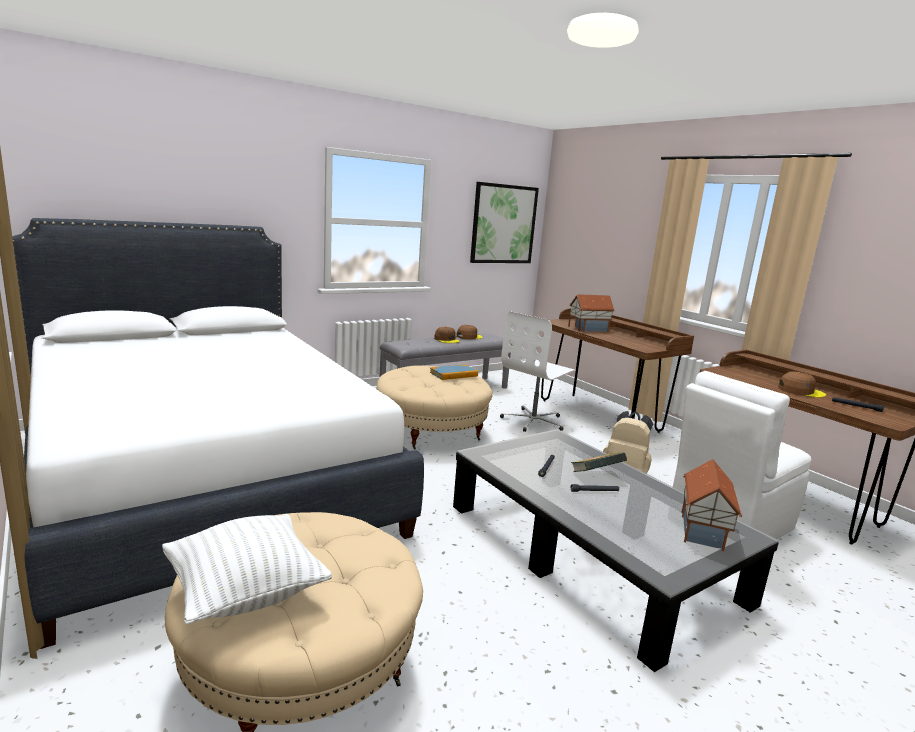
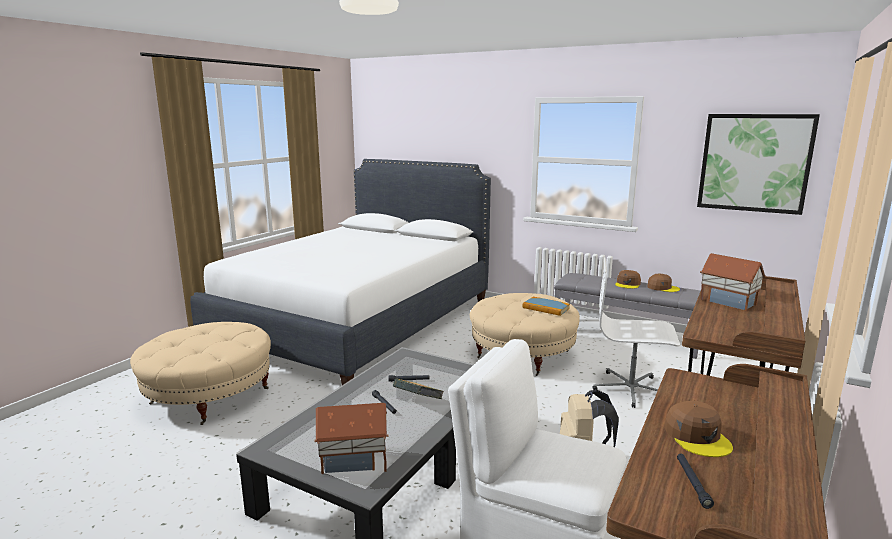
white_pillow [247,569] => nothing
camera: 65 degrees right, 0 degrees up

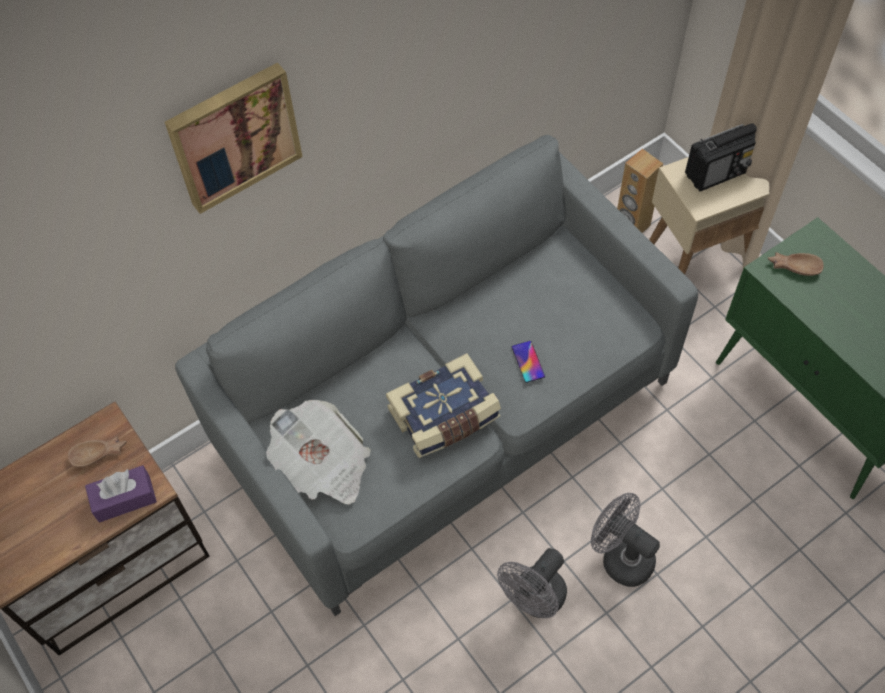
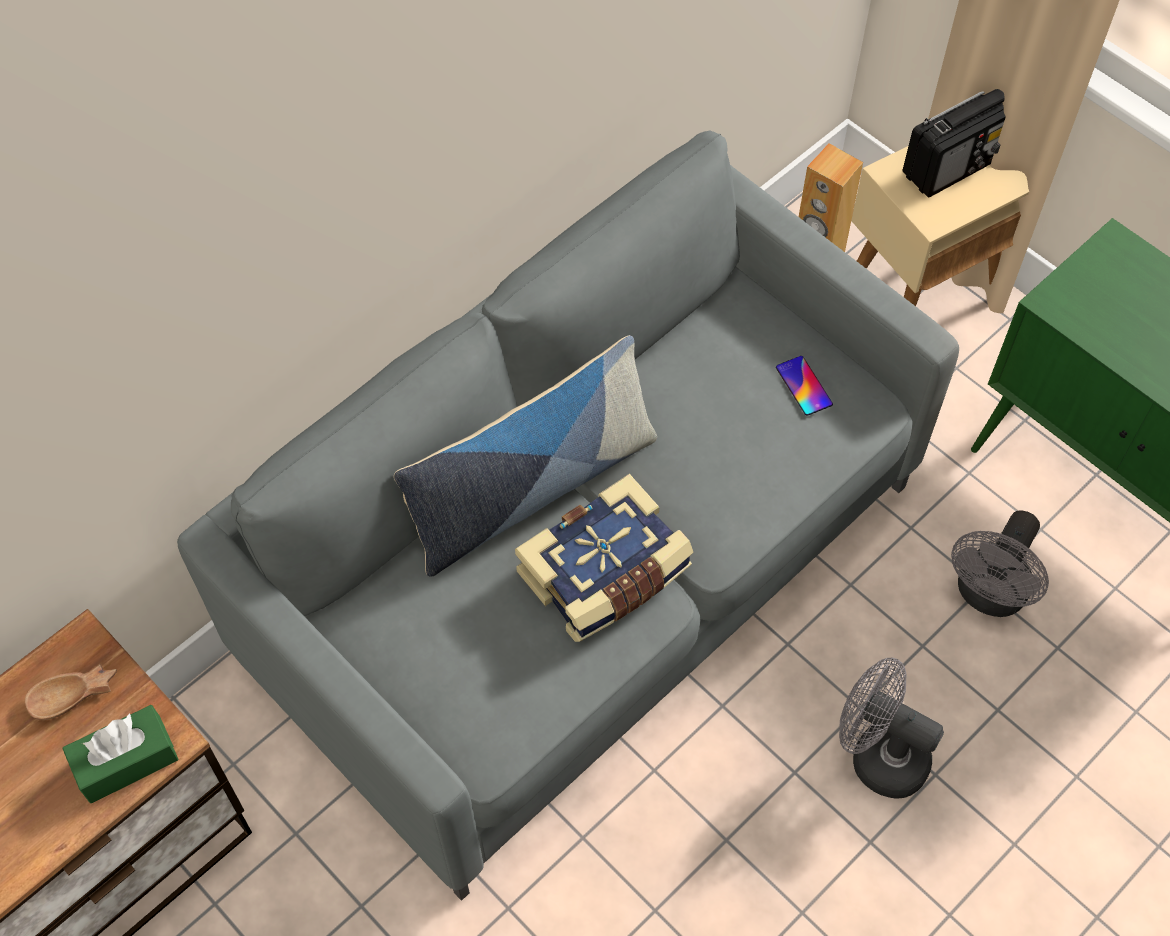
picture [234,138] => nothing
newspaper [318,452] => nothing
brown_bowl [795,264] => nothing
nothing => pillow [525,456]
grey_fan [532,583] => grey_fan [1000,563], move
phone [528,362] => phone [804,386], move
purple_tissue_box [121,494] => green_tissue_box [120,754]
camera: 10 degrees left, 0 degrees up

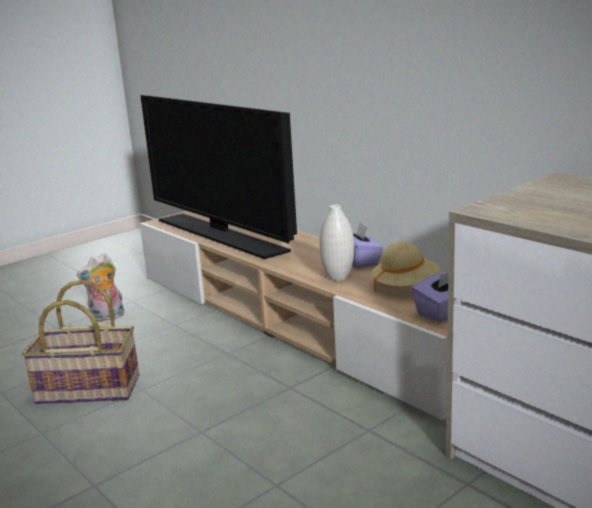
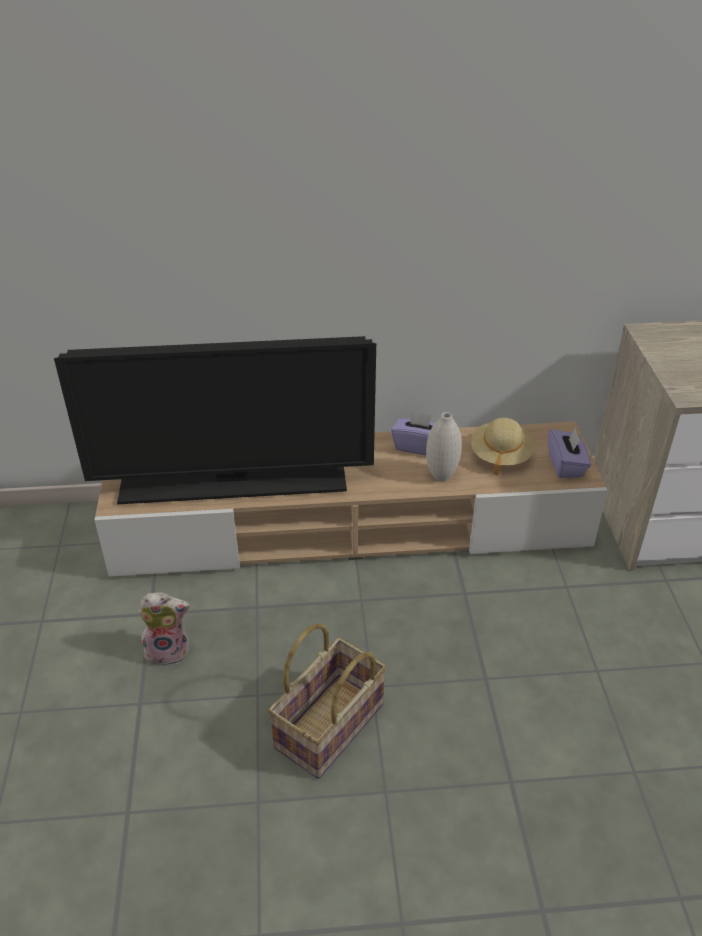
plush_toy [101,287] => plush_toy [164,629], 105 degrees counterclockwise
camera: 55 degrees left, 20 degrees up

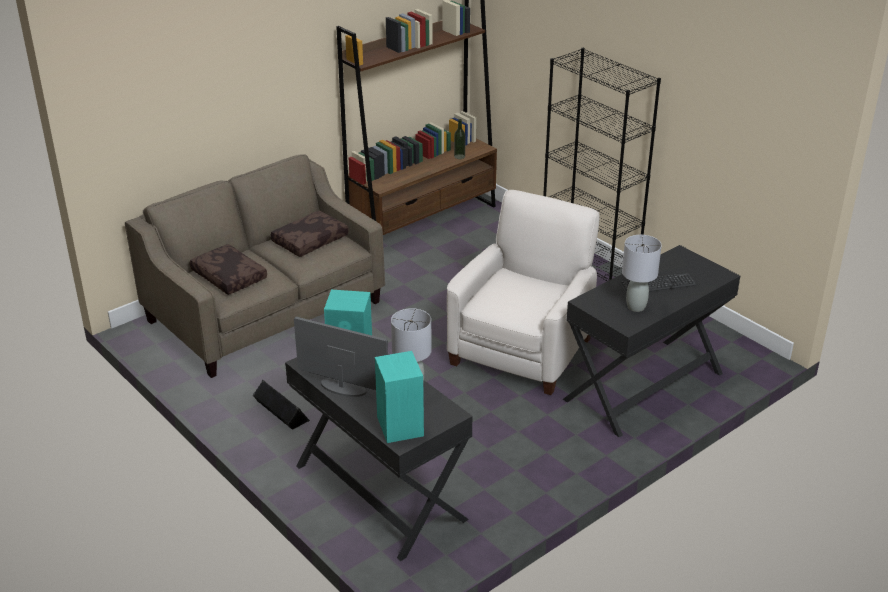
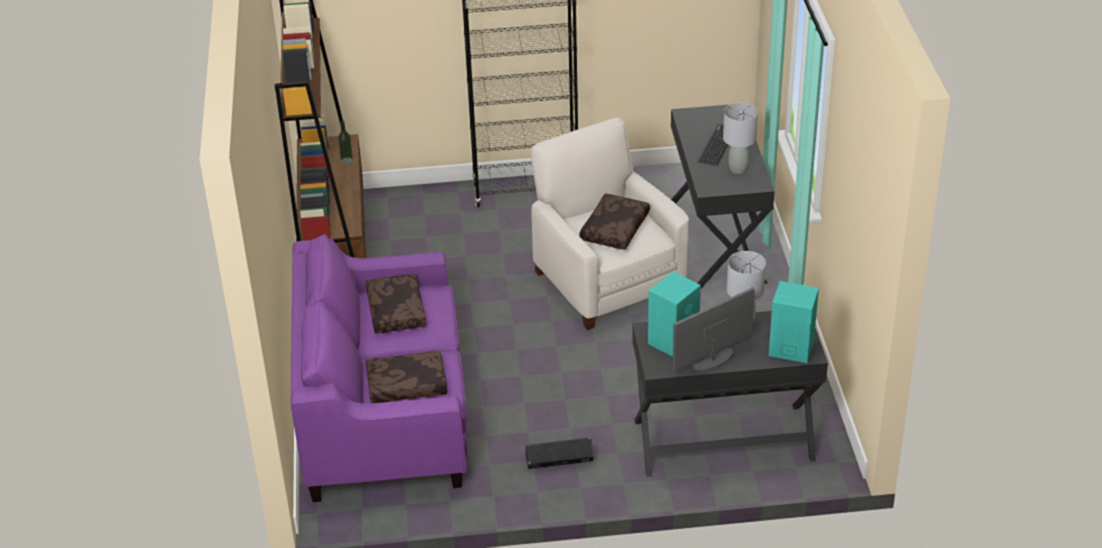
nothing => brown_pillow [614,222]
beige_sofa [255,266] => purple_sofa [379,368]
camera: 55 degrees left, 5 degrees up

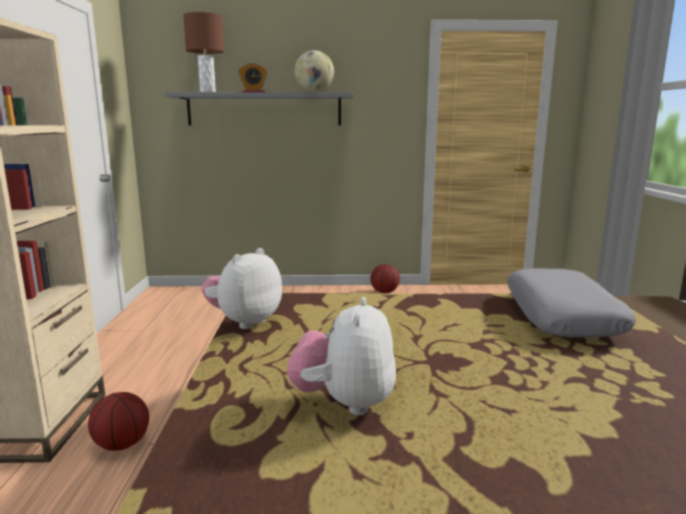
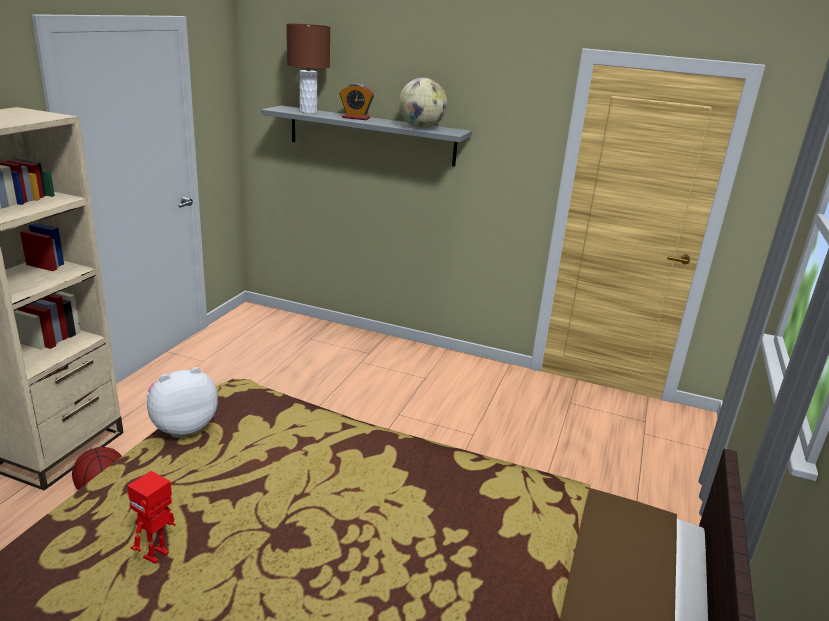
basketball [385,278] => nothing
grey_pillow [571,302] => nothing
plush_toy [341,356] => toy_robot [151,517]
camera: 20 degrees right, 10 degrees up

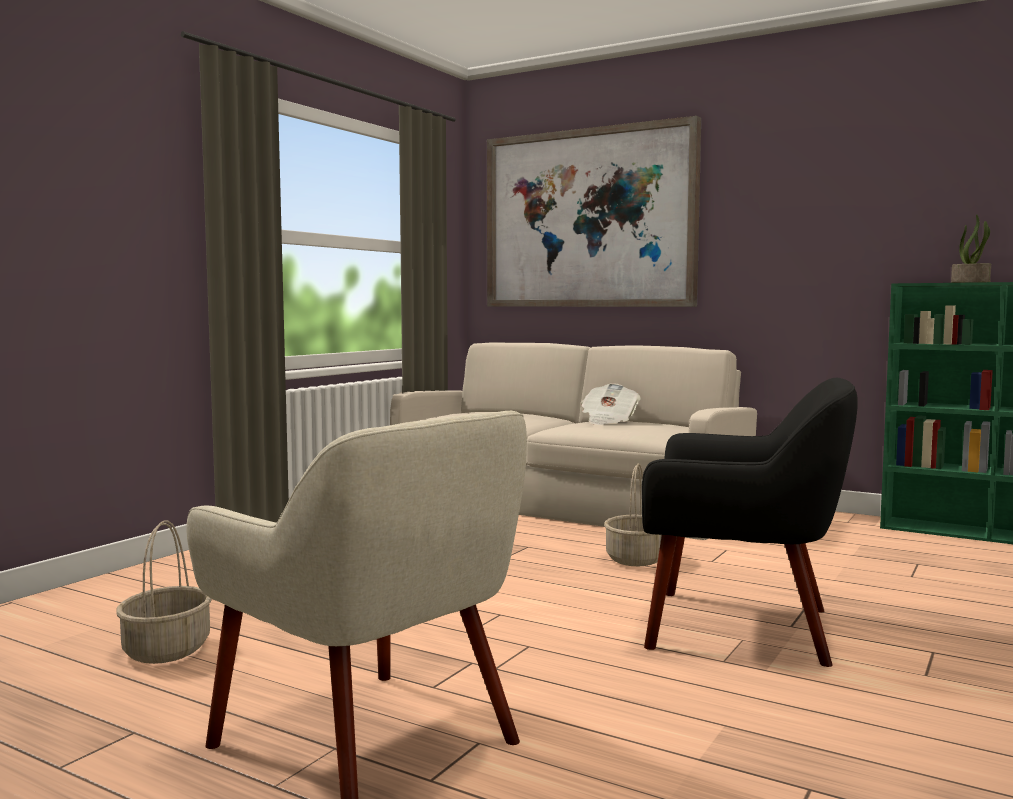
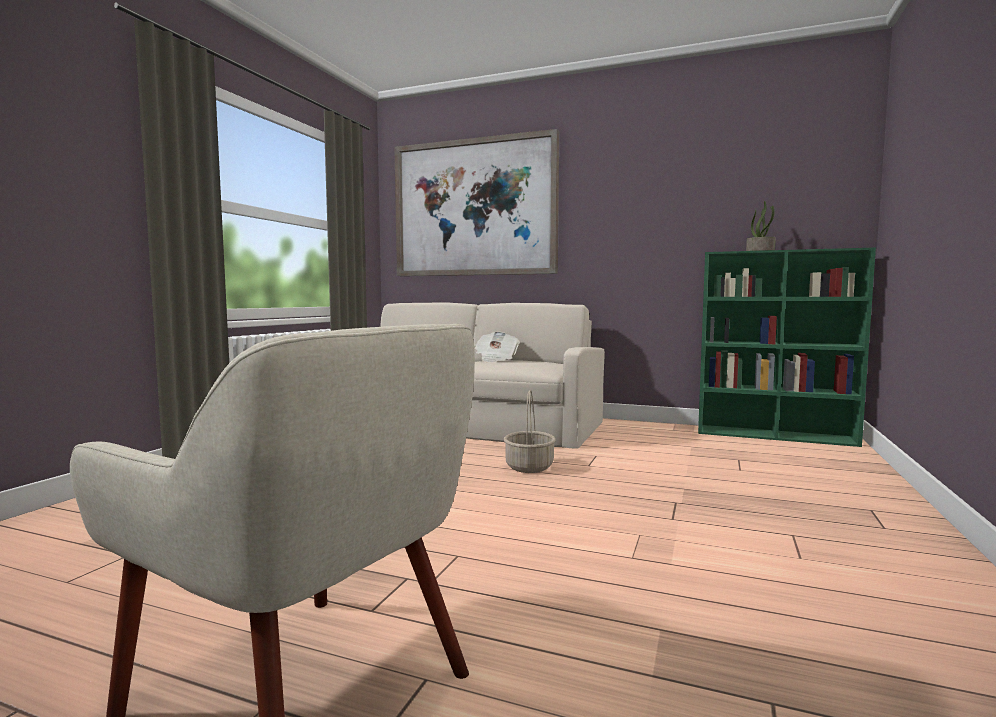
basket [164,592] => nothing
black_armchair [750,522] => nothing
camera: 10 degrees left, 0 degrees up

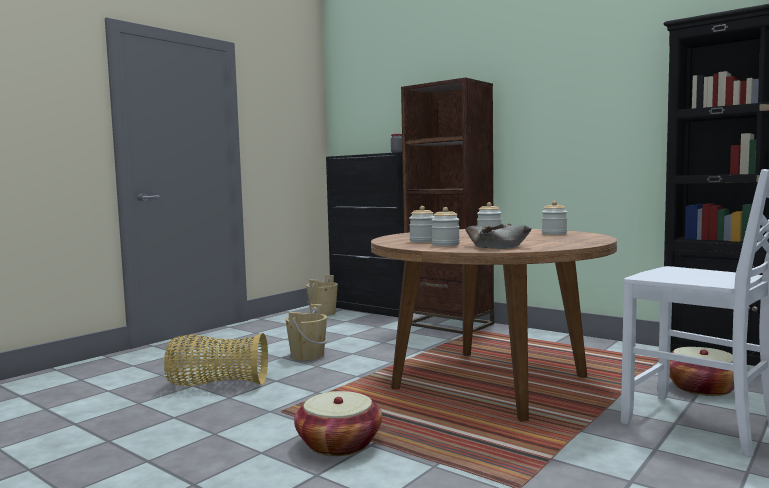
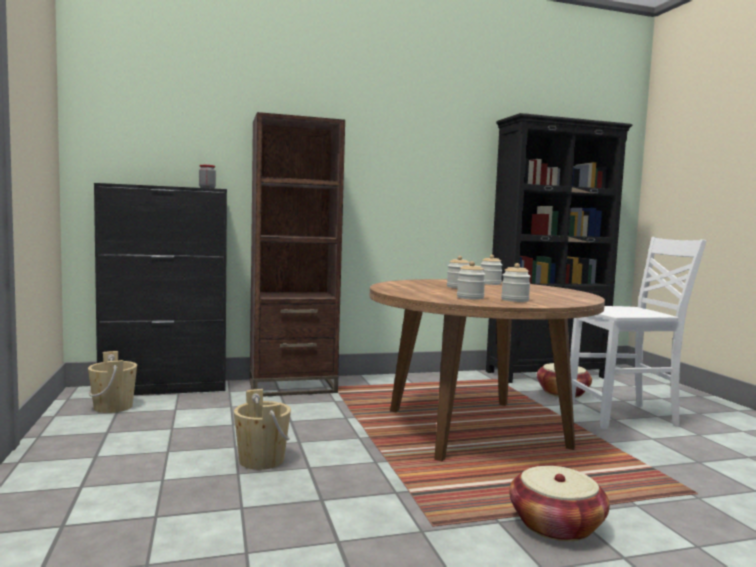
basket [216,359] => nothing
beige_bowl [498,236] => nothing
camera: 55 degrees left, 0 degrees up

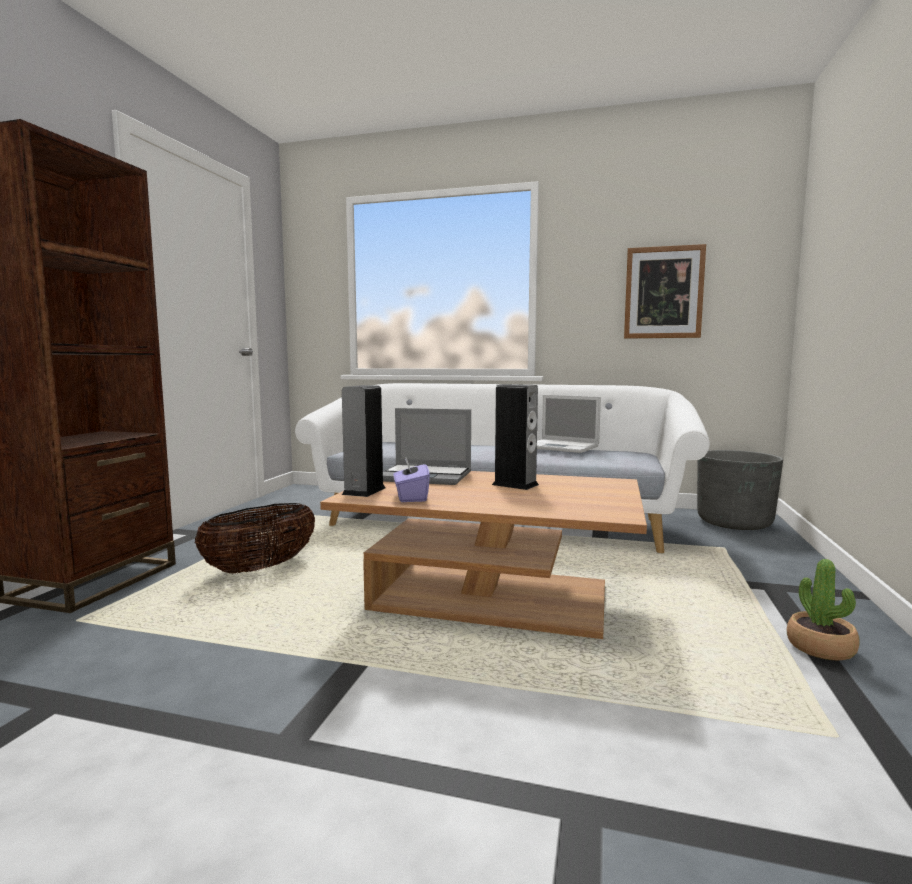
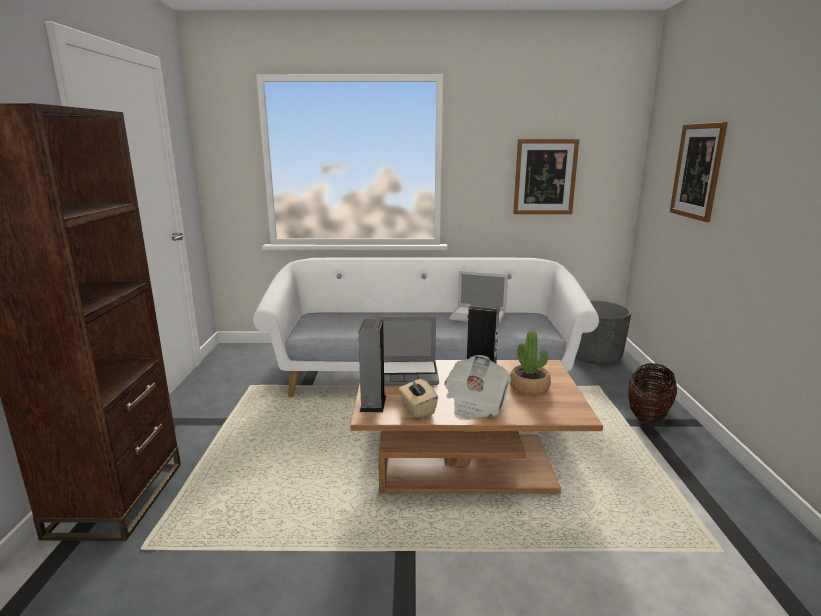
nothing => newspaper [477,387]
nothing => picture [699,172]
basket [255,538] => basket [652,393], move
potted_plant [823,609] => potted_plant [530,363], move
purple_tissue_box [411,479] => beige_tissue_box [418,398]
camera: 15 degrees left, 10 degrees up

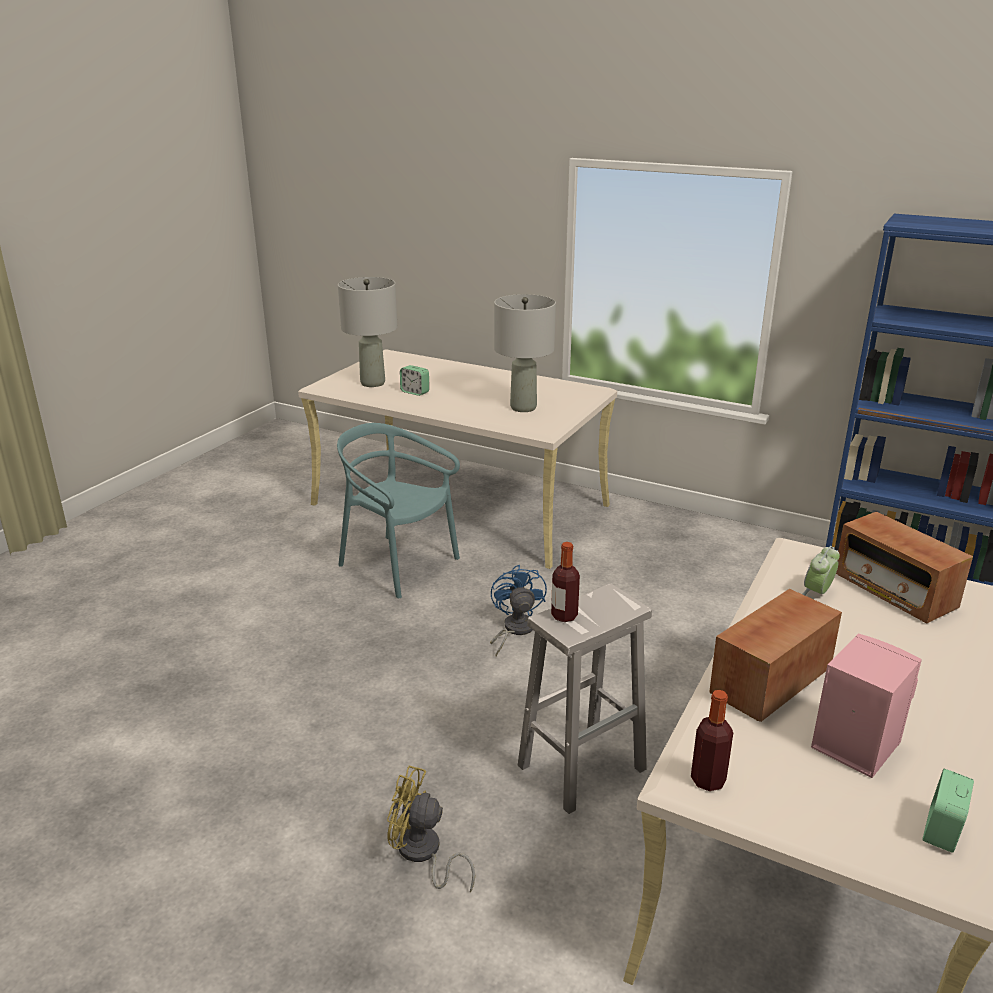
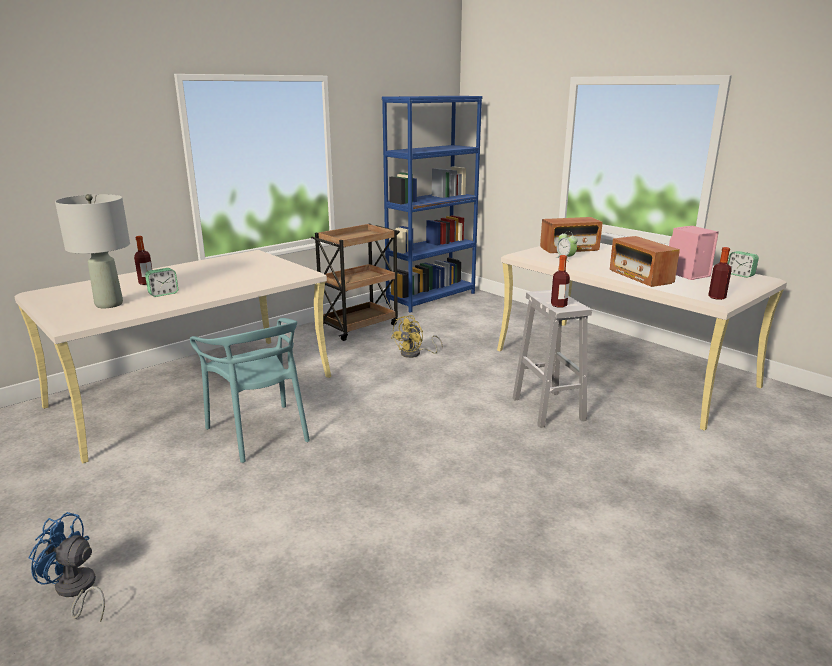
grey_table_lamp [525,353] => nothing
nothing => bottle [143,260]
nothing => brown_cart [355,282]
yellow_fan [431,828] => yellow_fan [417,336], move
blue_fan [518,610] => blue_fan [66,567], move
turquoise_chair [398,510] => turquoise_chair [250,390], 90 degrees counterclockwise
camera: 70 degrees left, 5 degrees down

